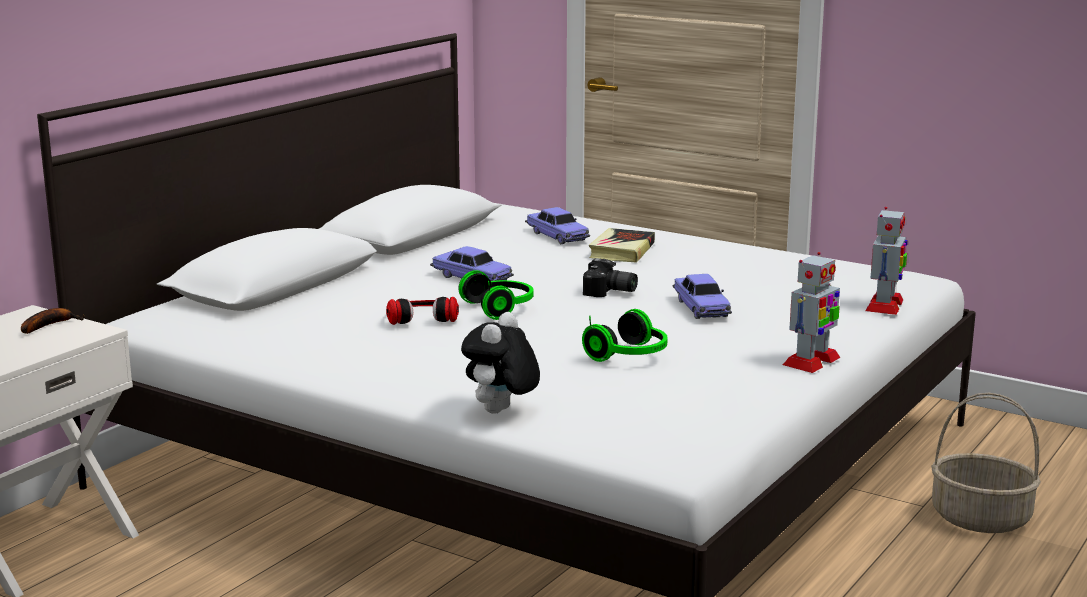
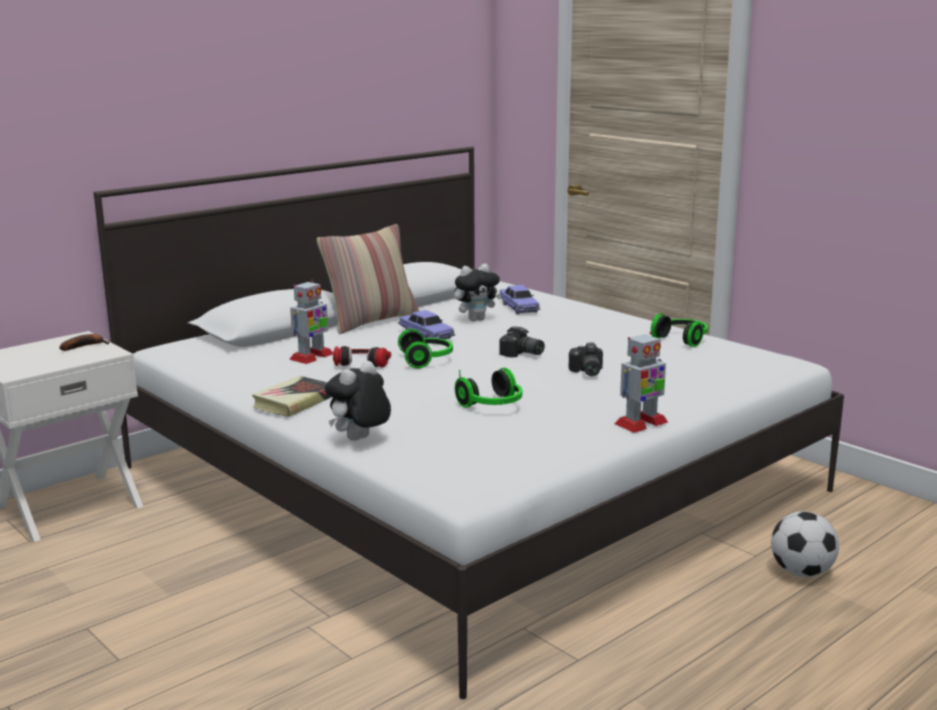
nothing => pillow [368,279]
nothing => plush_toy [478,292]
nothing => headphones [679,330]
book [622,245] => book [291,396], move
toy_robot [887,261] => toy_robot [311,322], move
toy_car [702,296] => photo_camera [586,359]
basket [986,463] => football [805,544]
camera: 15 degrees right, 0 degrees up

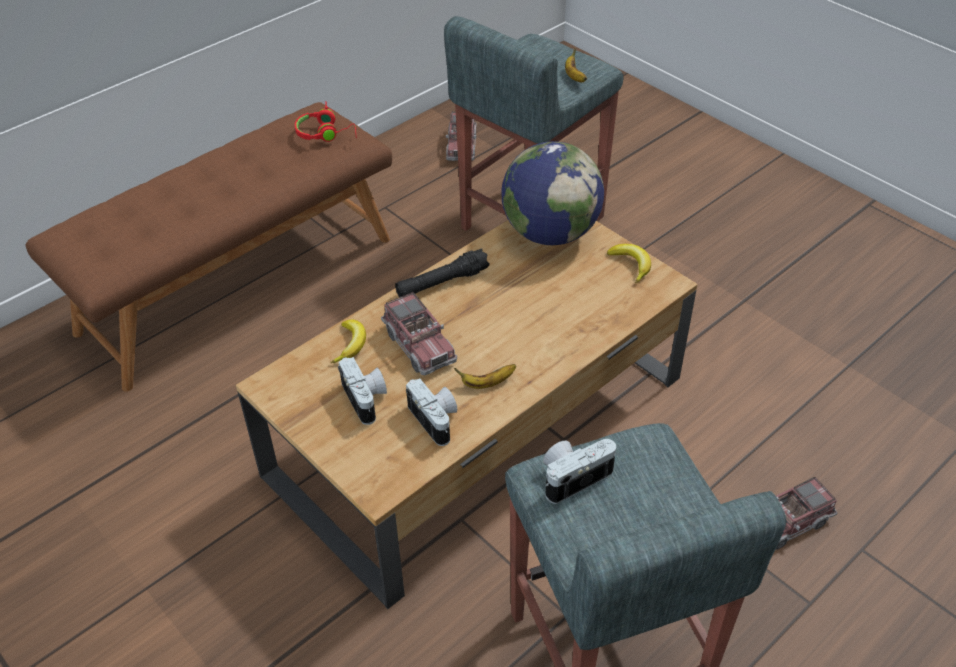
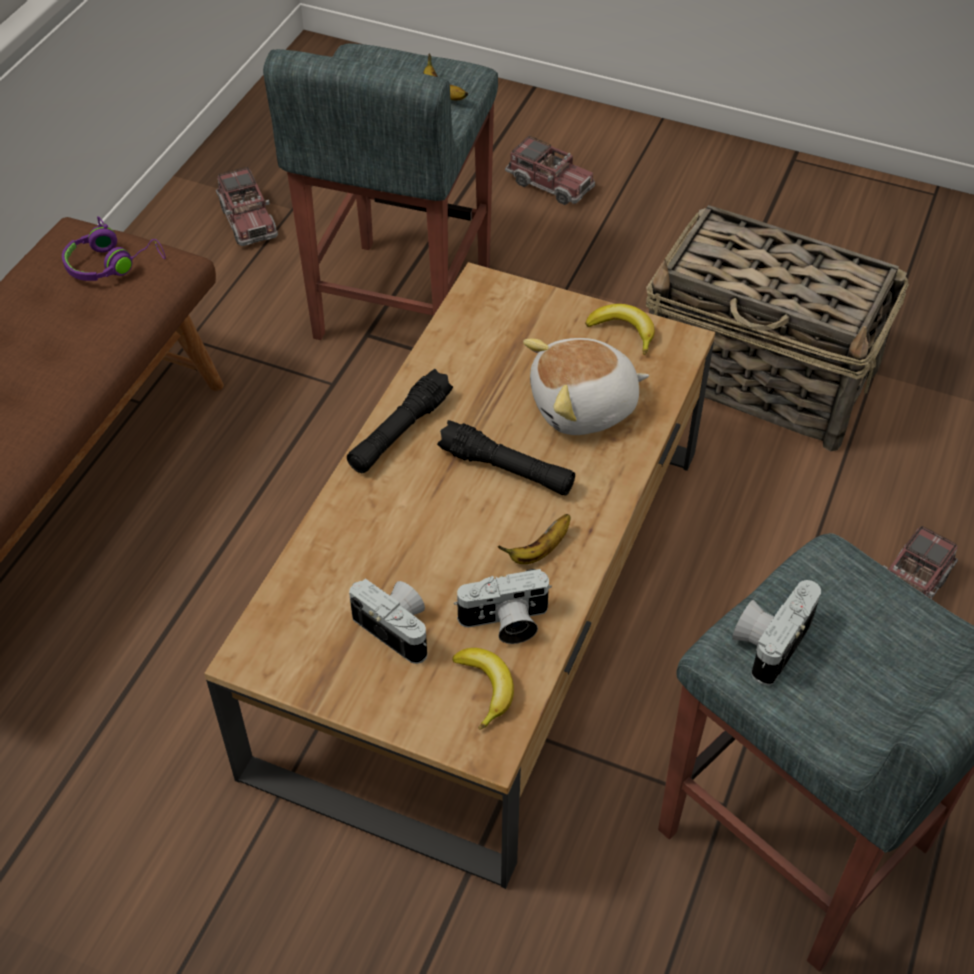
globe [552,193] => nothing
nothing => black_flashlight [506,458]
nothing => plush_toy [586,386]
nothing => basket [777,328]
banana [348,341] => banana [483,689], move
toy_truck [419,333] => toy_truck [550,170], move
red_headphones [326,121] => purple_headphones [114,248]
photo_camera [431,412] => photo_camera [503,606], 135 degrees clockwise
camera: 25 degrees left, 5 degrees up

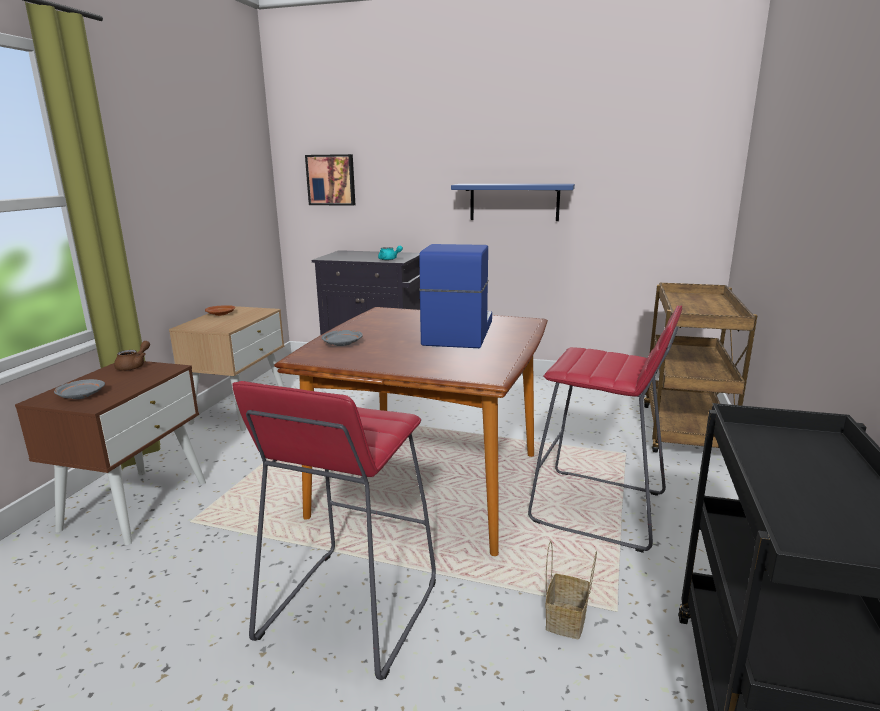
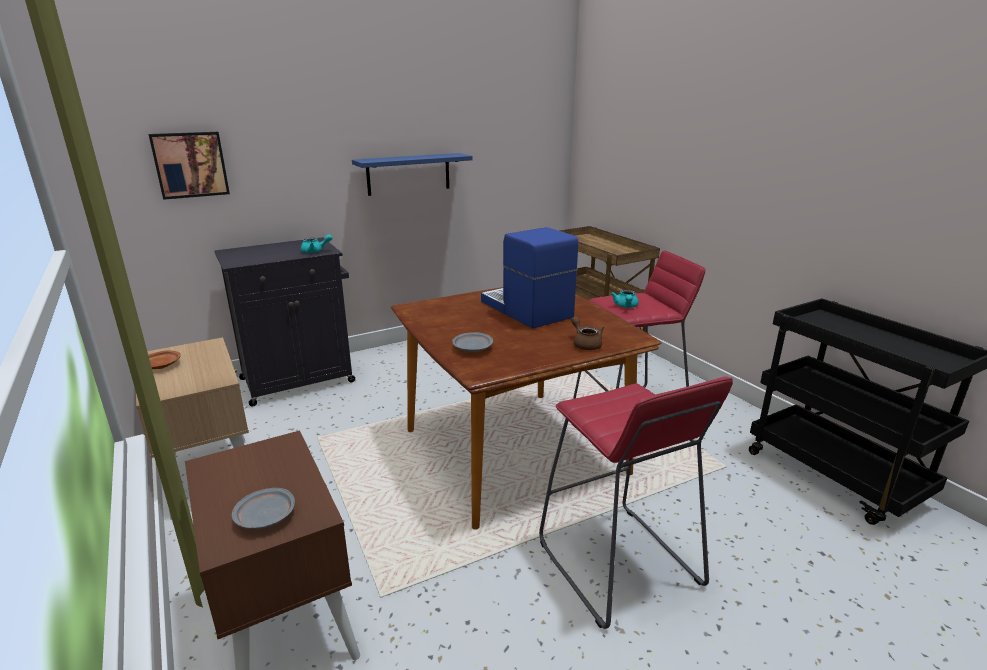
basket [571,590] => nothing
nothing => turquoise_teapot [624,299]
brown_teapot [132,356] => brown_teapot [587,333], move
camera: 45 degrees left, 5 degrees up

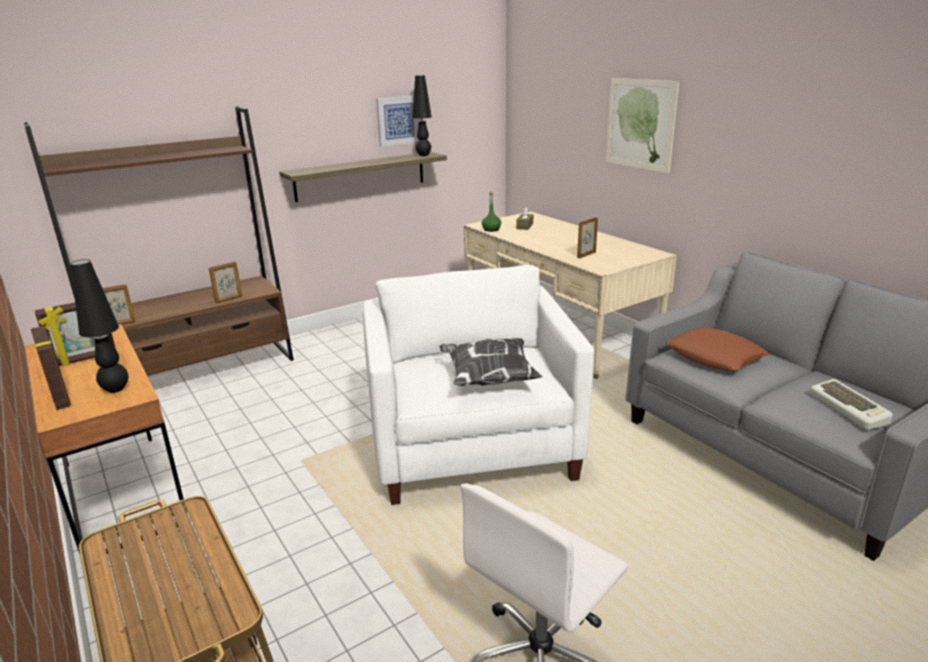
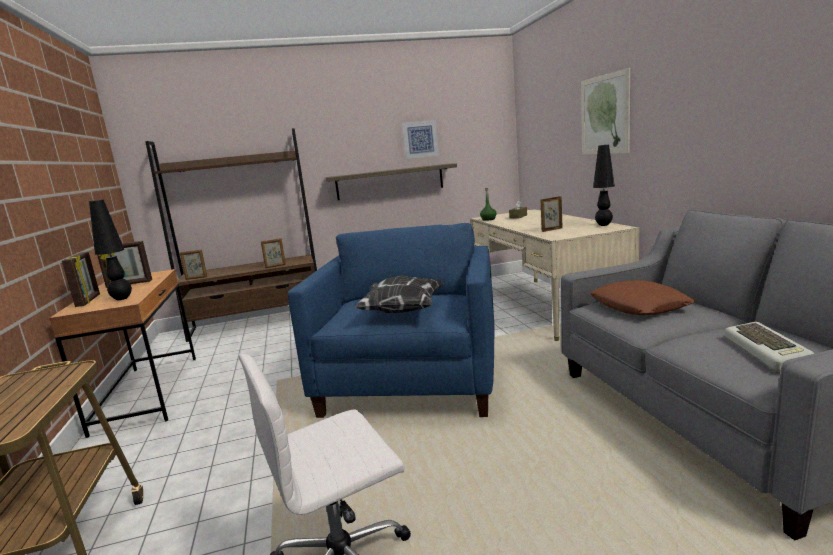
black_table_lamp [422,115] => black_table_lamp [604,185], move
white_armchair [478,385] => blue_armchair [391,320]
camera: 20 degrees right, 10 degrees down

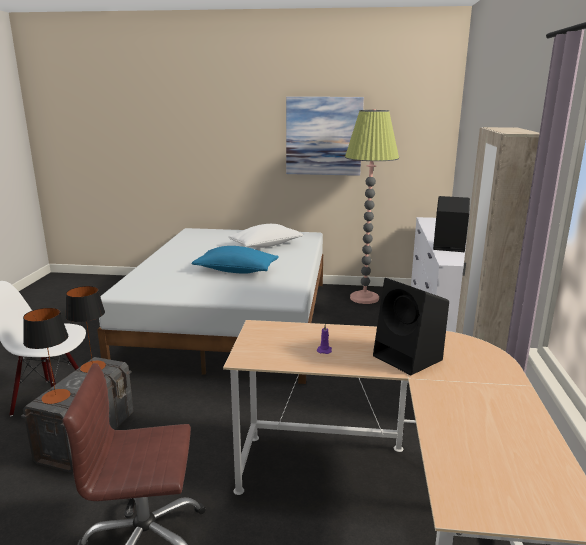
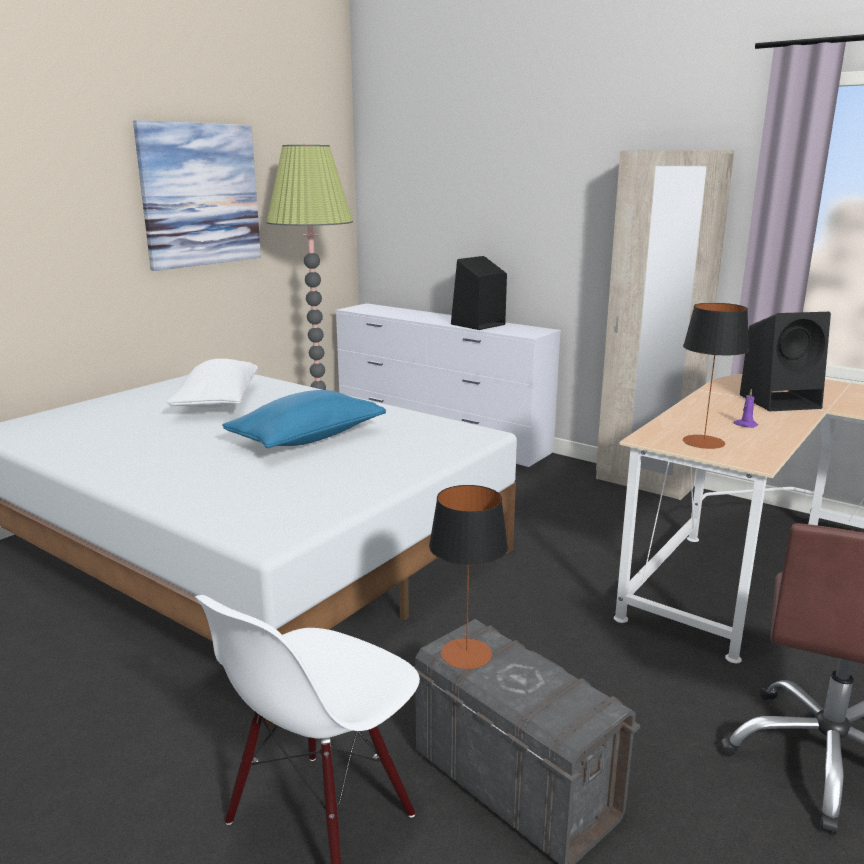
table_lamp [47,356] => table_lamp [716,376], move
camera: 60 degrees left, 0 degrees up

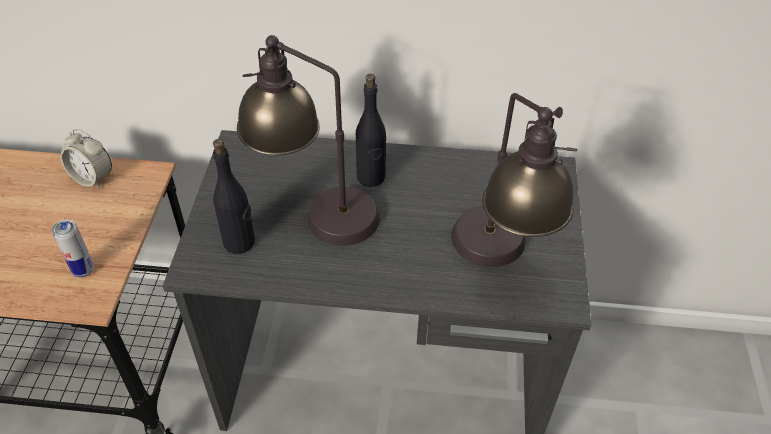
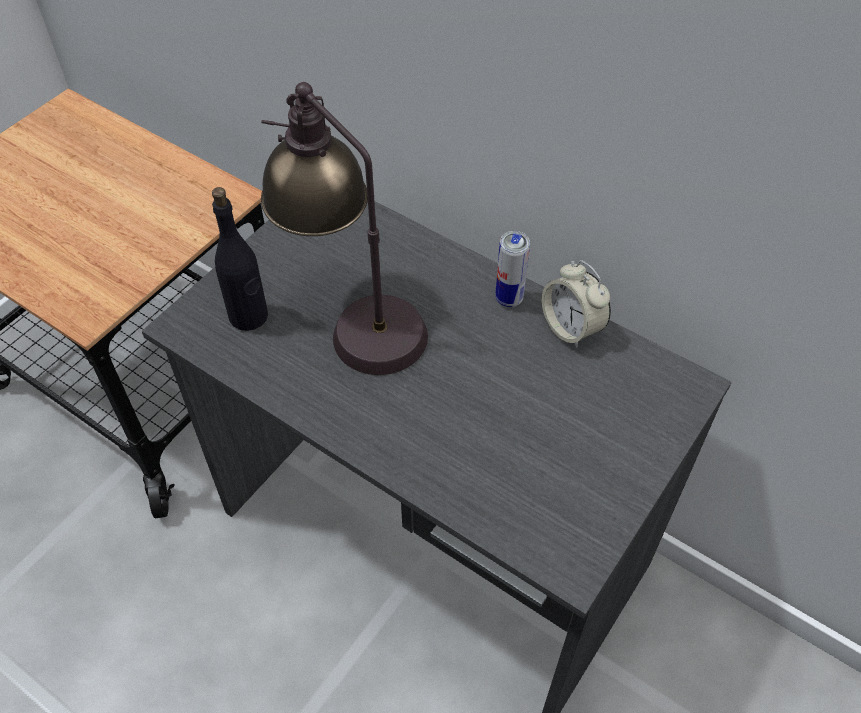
black_bottle [371,130] => nothing
table_lamp [514,180] => nothing
can [73,248] => can [512,269], move
alarm_clock [86,158] => alarm_clock [576,304], move
camera: 30 degrees right, 5 degrees up

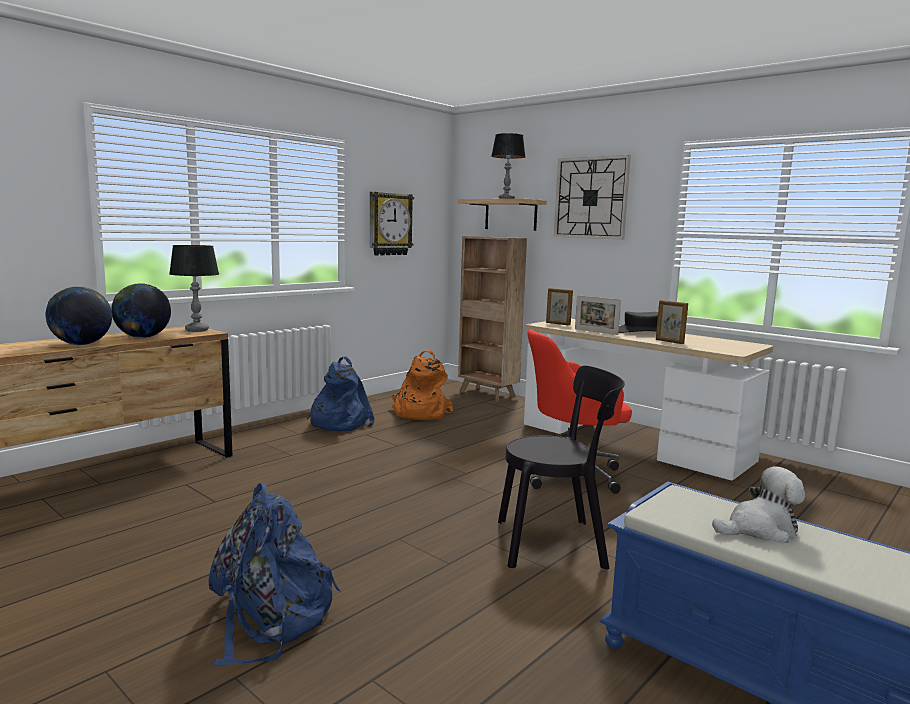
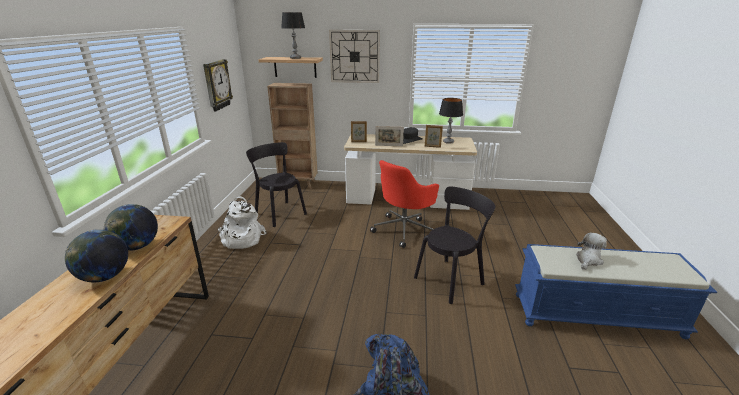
table_lamp [194,288] => table_lamp [451,121], move
orange_backpack [422,385] => black_chair [276,184]
blue_backpack [341,393] => white_backpack [242,222]
camera: 35 degrees left, 15 degrees up

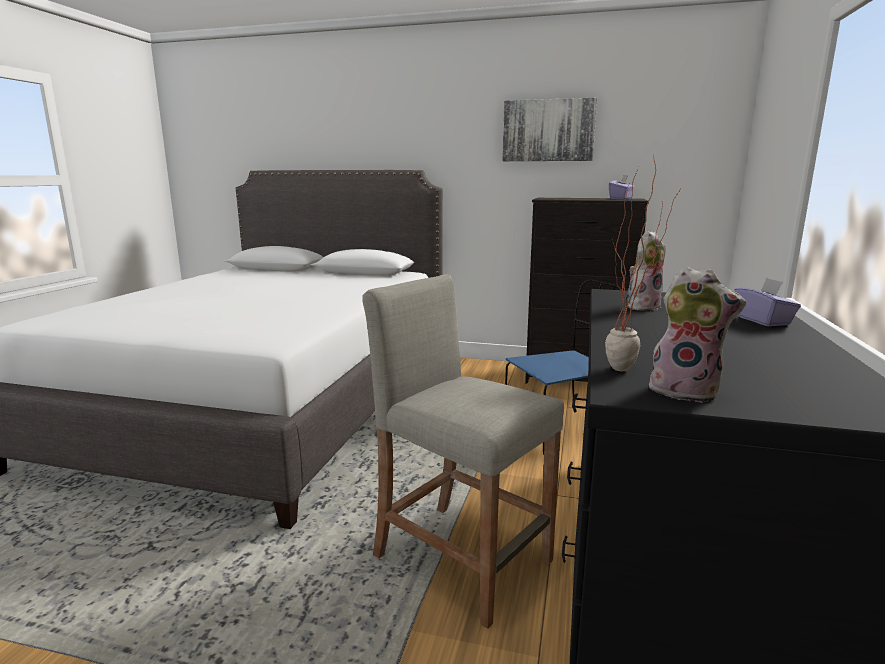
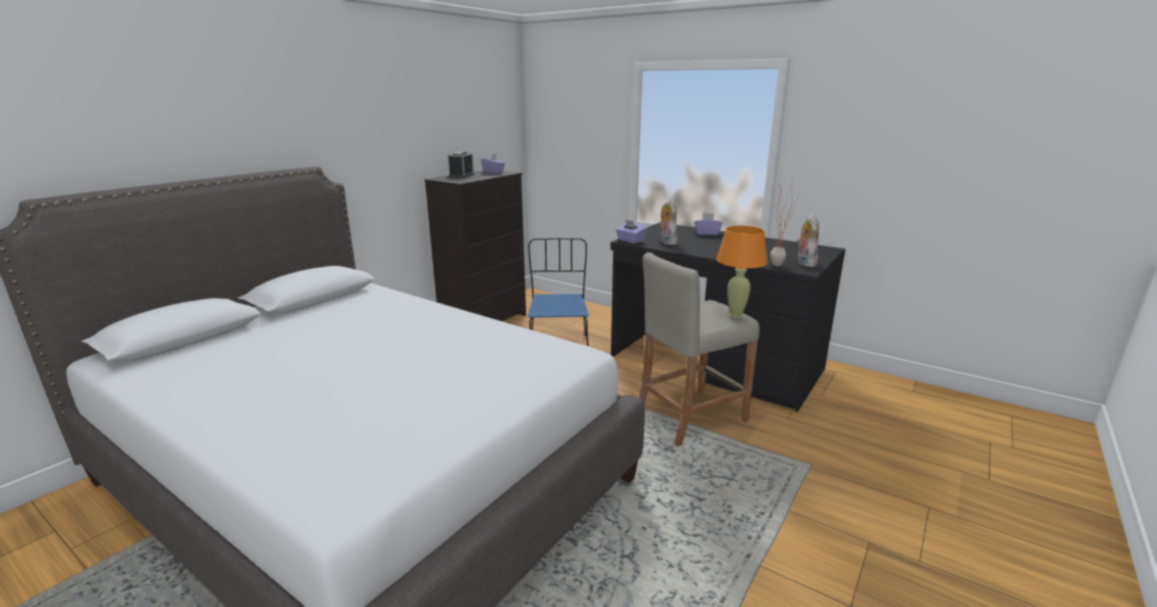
picture [549,129] => nothing
nothing => alarm_clock [461,165]
nothing => purple_tissue_box [631,231]
nothing => orange_table_lamp [742,272]
plush_toy [697,335] => plush_toy [808,241], 45 degrees counterclockwise
camera: 70 degrees left, 5 degrees up

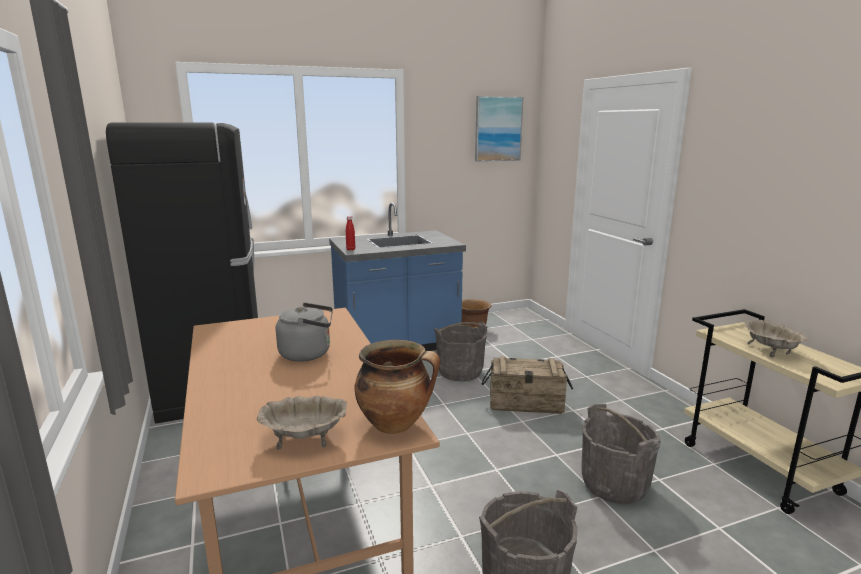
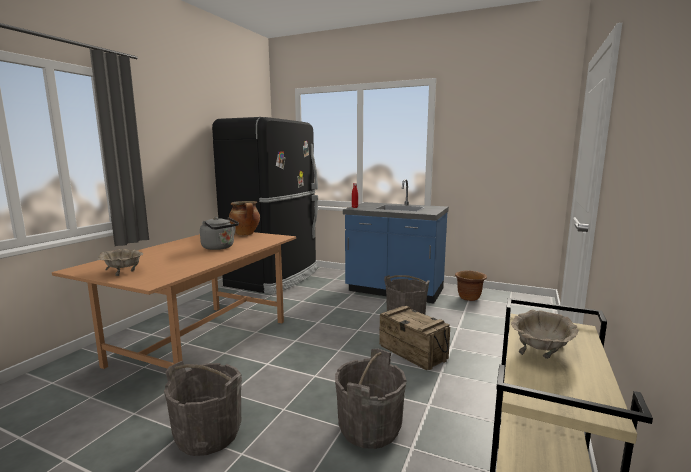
picture [499,129] => nothing
cooking_pot [397,387] => cooking_pot [244,218], move
camera: 45 degrees right, 5 degrees down

